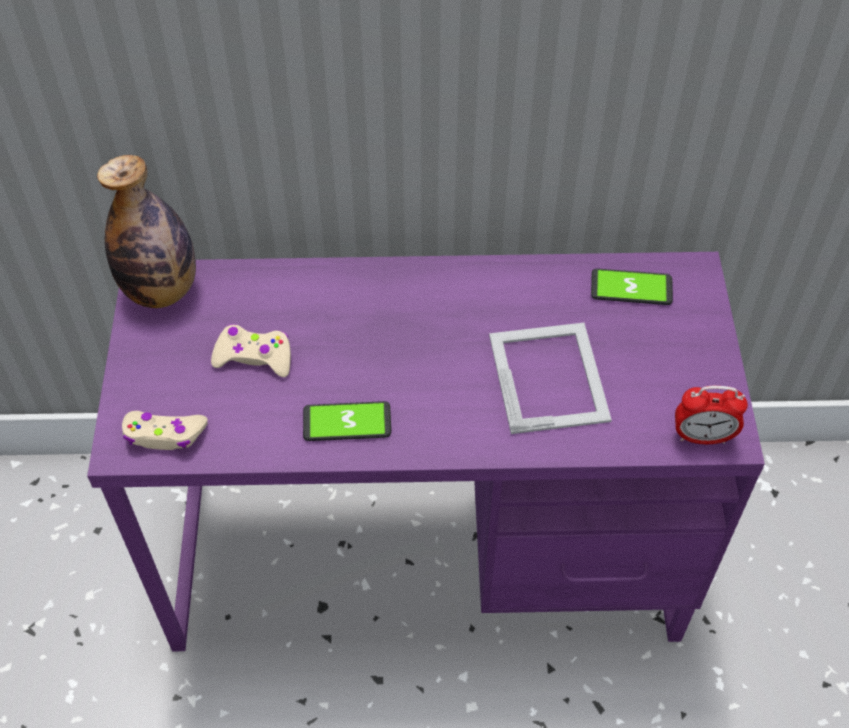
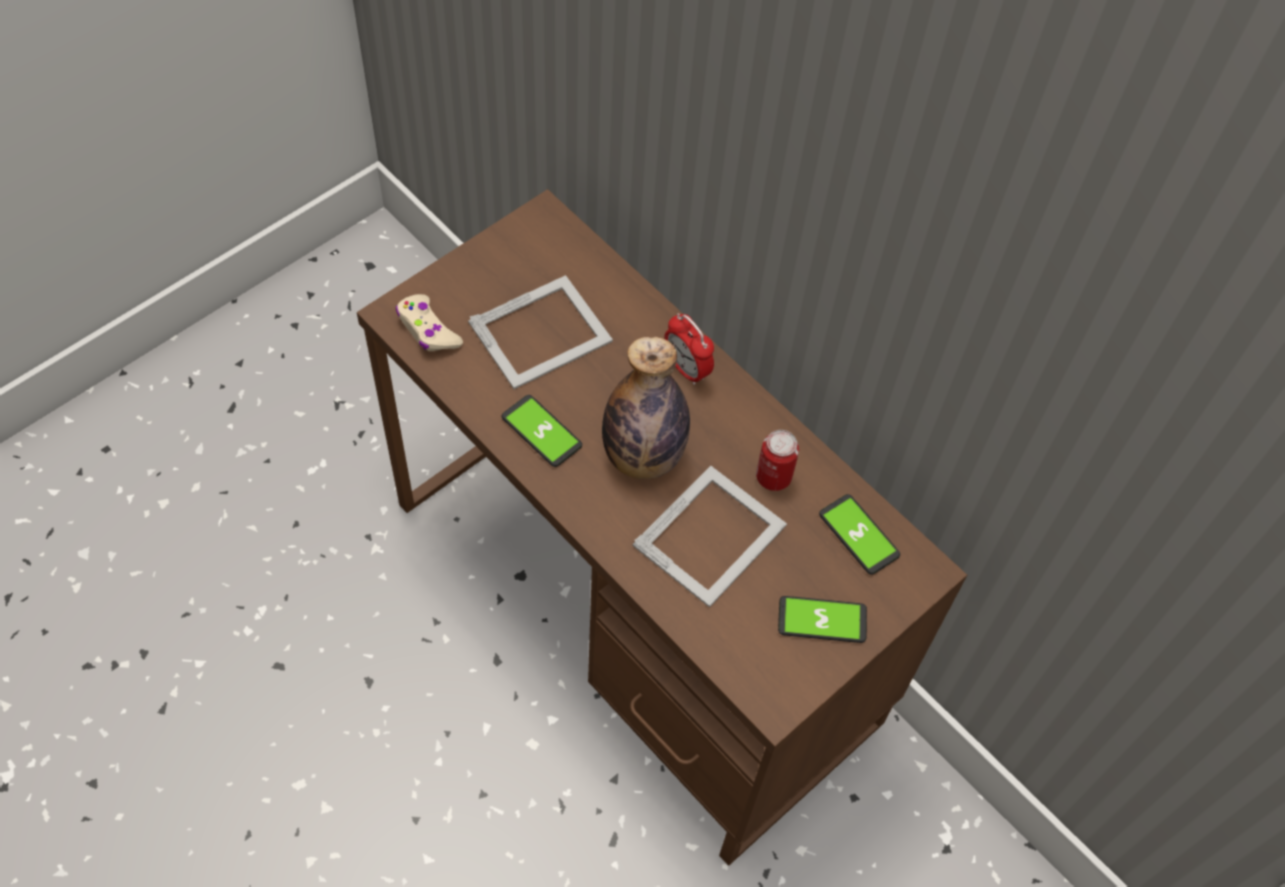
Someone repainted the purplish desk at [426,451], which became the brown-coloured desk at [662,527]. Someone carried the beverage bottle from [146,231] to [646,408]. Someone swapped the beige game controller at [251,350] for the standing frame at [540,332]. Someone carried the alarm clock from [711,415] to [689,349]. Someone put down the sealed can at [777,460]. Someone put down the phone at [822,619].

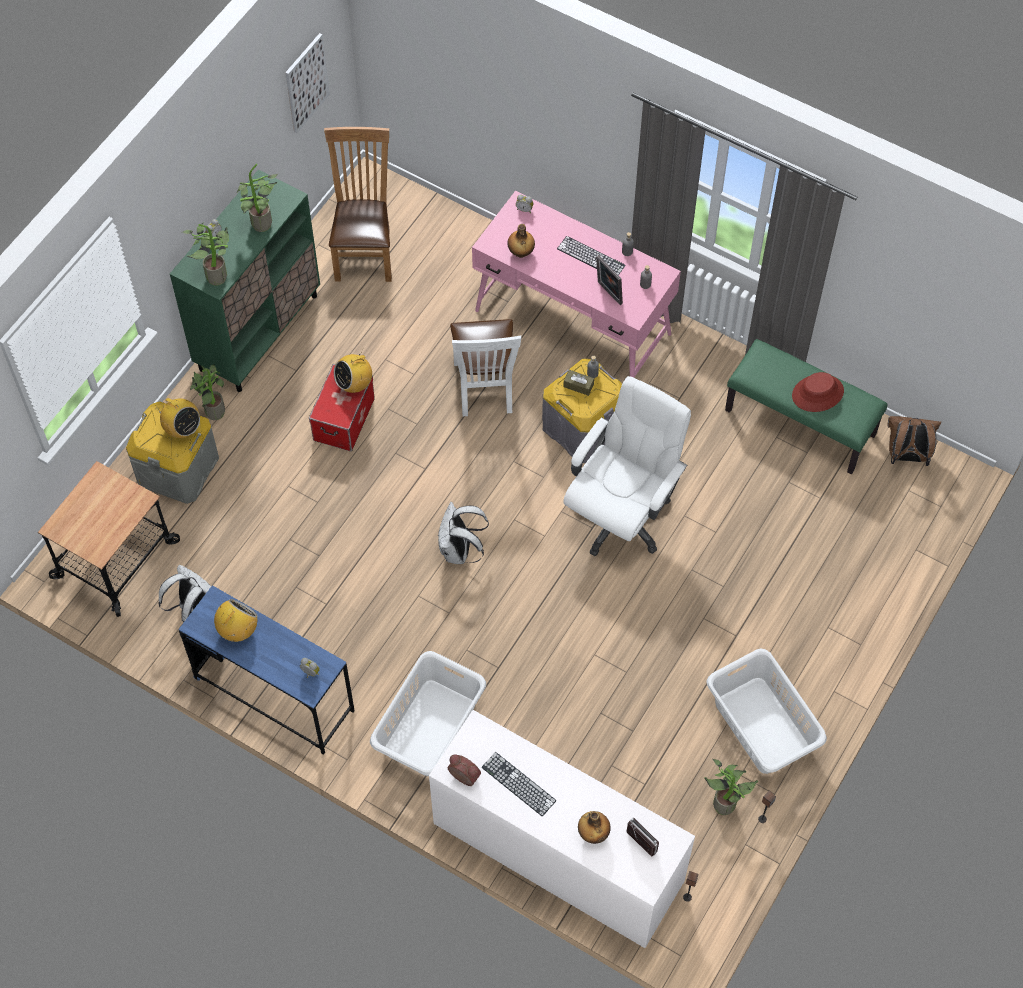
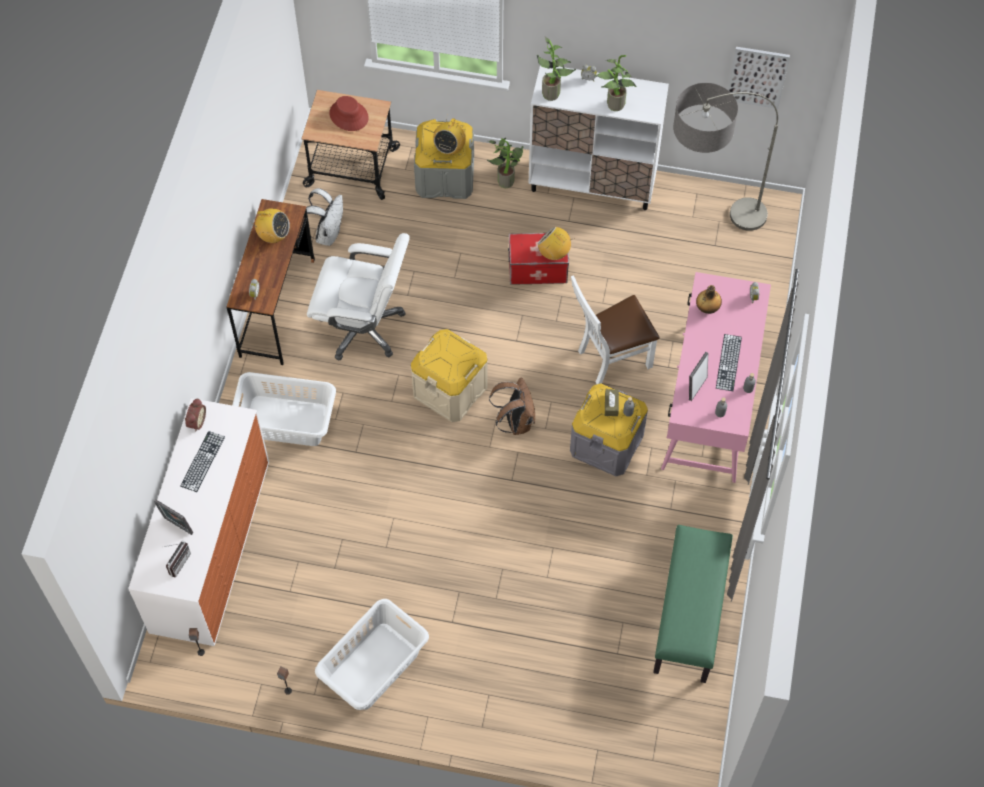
Someone repainted the greenish storage cabinet at [245,280], which became the white-coloured storage cabinet at [598,138]. Someone repainted the bluish desk at [267,670], which became the brown-coloured desk at [271,282]. Someone swapped the brown-coloured plain chair at [358,204] for the standing lamp at [725,157]. Someone swapped the white-coloured knapsack at [463,533] for the beige storage container at [449,375]. Someone carried the white-coloured desk chair from [627,466] to [358,296]. Someone swapped the beverage bottle at [594,827] for the standing frame at [173,517]. Someone took away the plant in a pot at [731,786]. Someone carried the reddish hat from [818,392] to [349,113]. Someone carried the brown-coloured knapsack from [914,441] to [512,406].

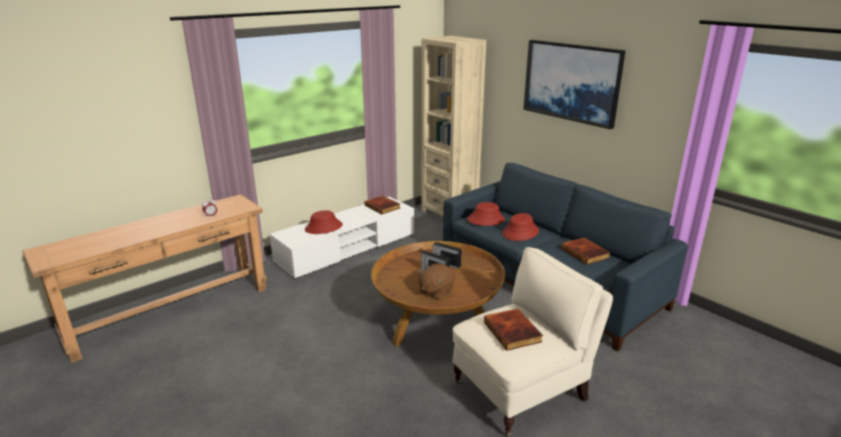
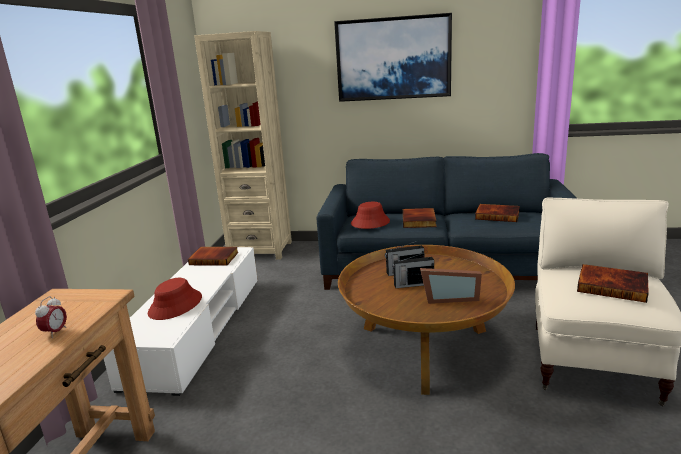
Someone swapped the brown-coloured plush toy at [436,281] for the standing frame at [451,286]. Someone swapped the reddish hat at [520,227] for the book at [420,218].

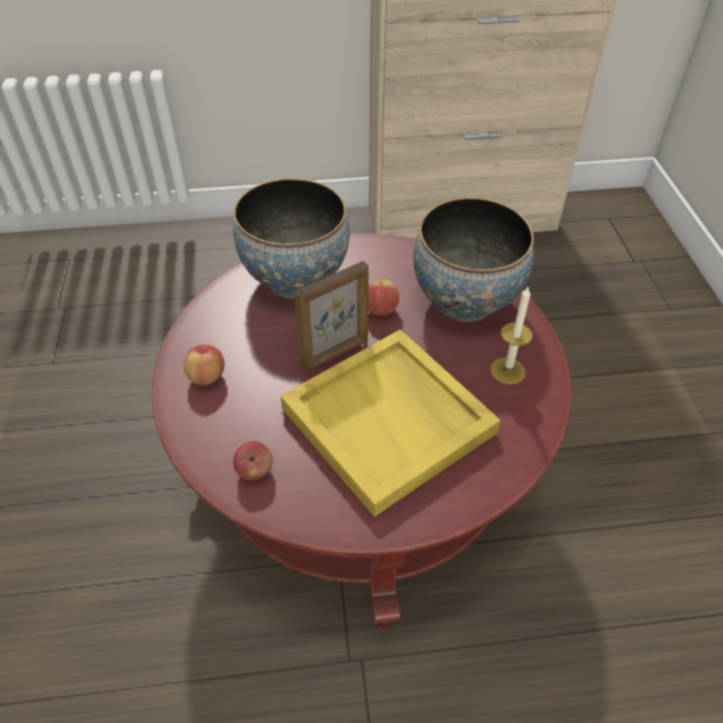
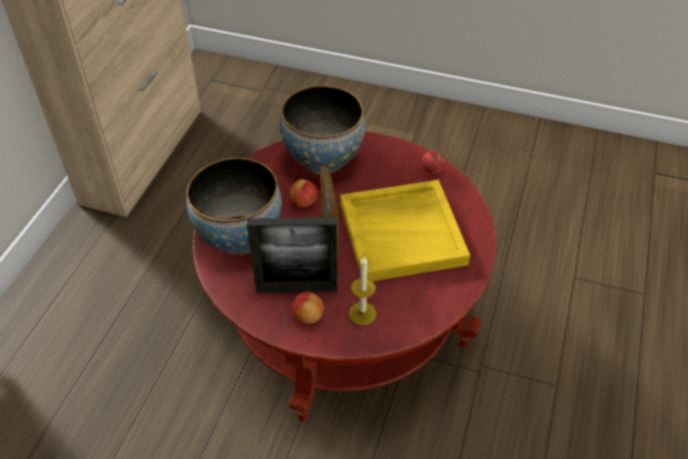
Someone carried the whole apple from [253,460] to [433,162]. Someone carried the candle from [511,336] to [363,290]. Someone put down the standing frame at [292,255].

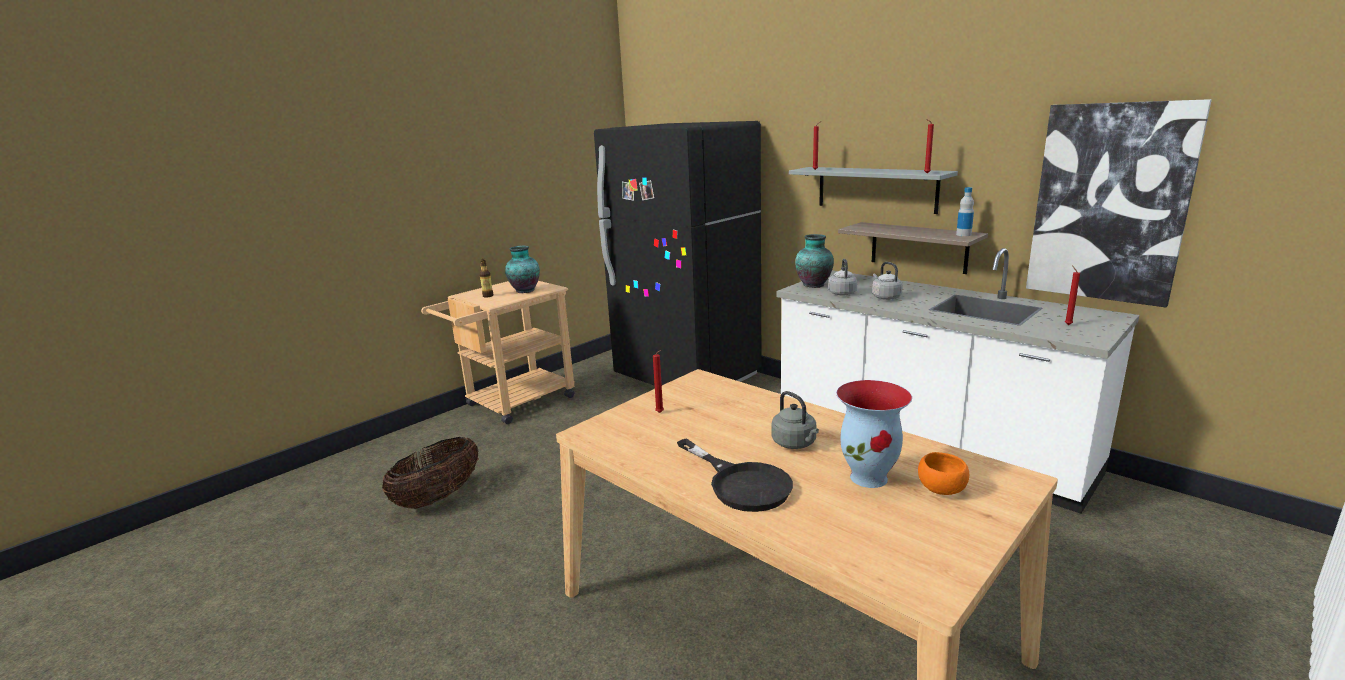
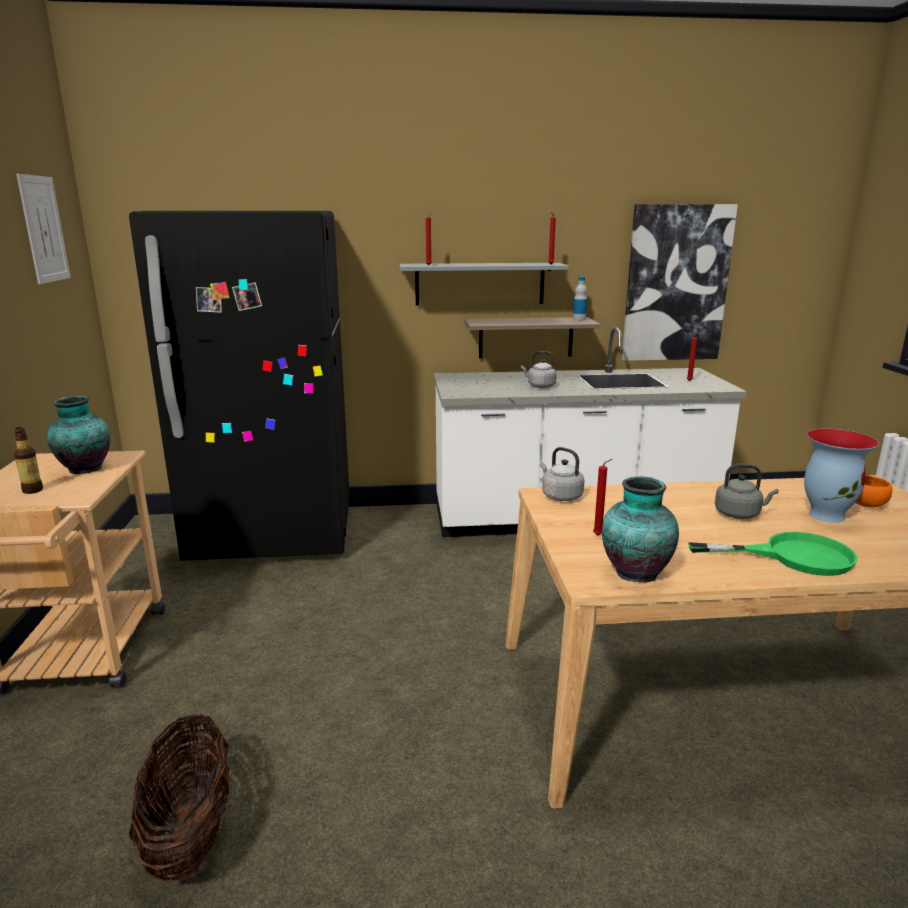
Someone repainted the black frying pan at [735,475], which became the greenish frying pan at [773,554]. Someone carried the vase from [814,261] to [640,529]. Someone carried the gray water kettle from [842,277] to [562,474]. Someone put up the wall picture at [43,229].

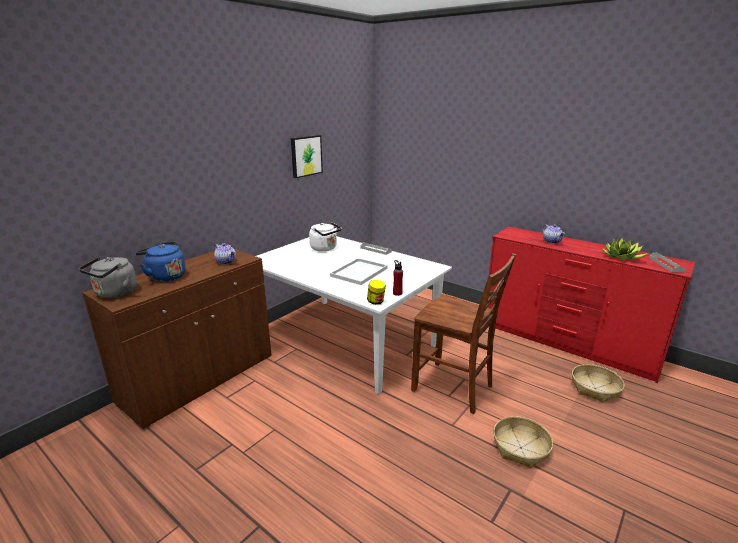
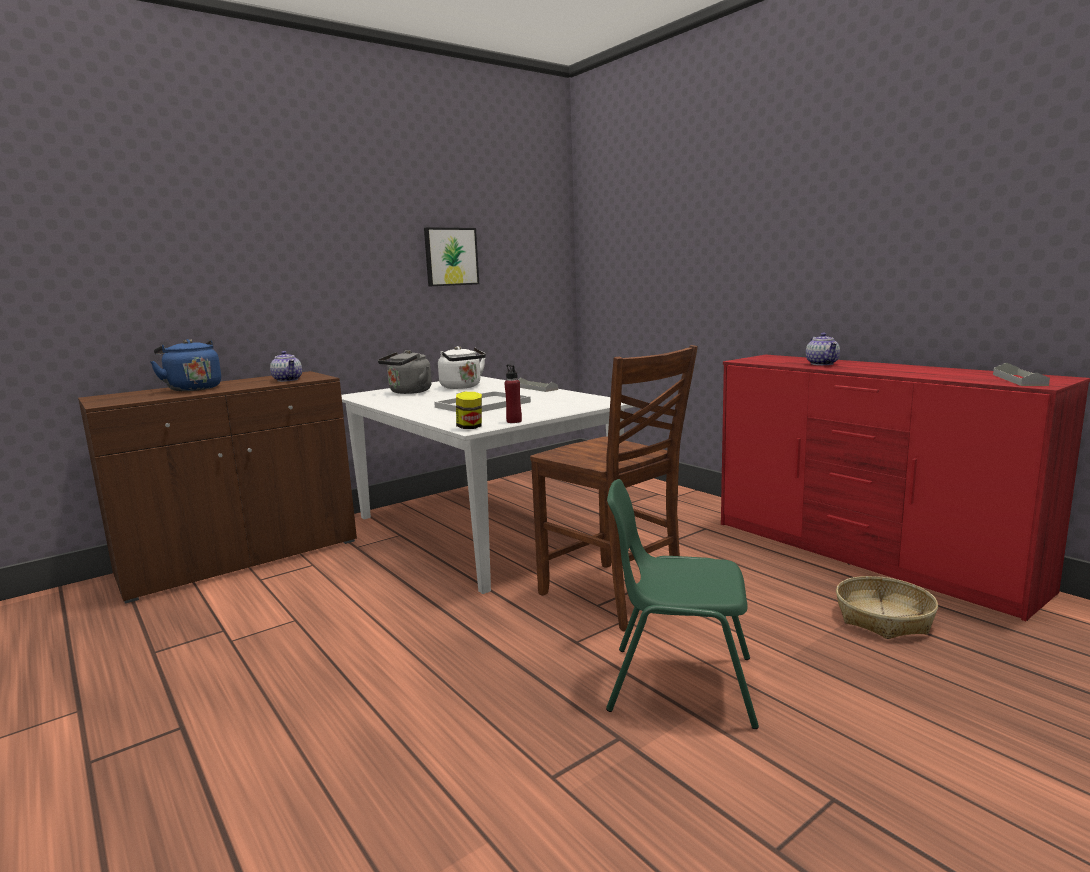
Someone carried the gray water kettle from [108,277] to [405,372]. Someone swapped the household basket at [523,442] for the greenish plain chair at [682,604]. Someone took away the plant in a pot at [625,249].

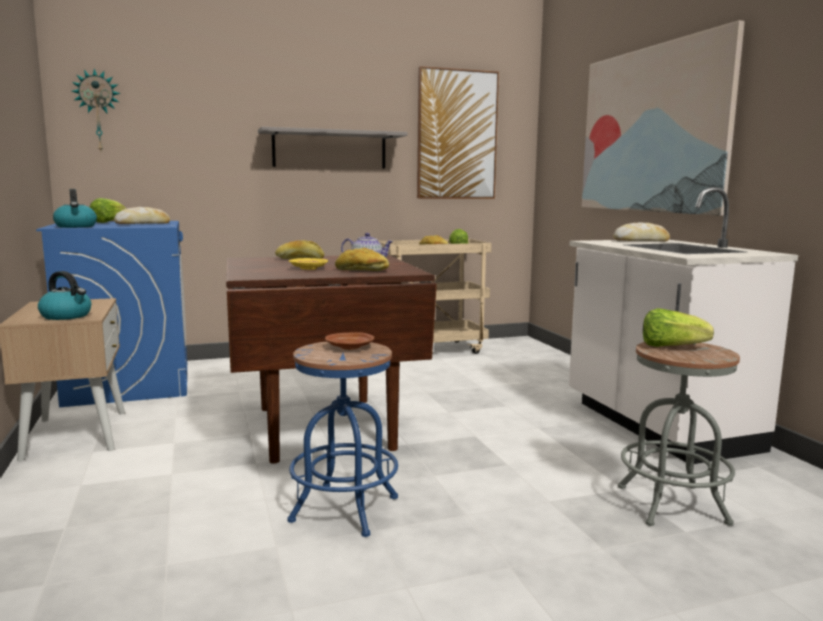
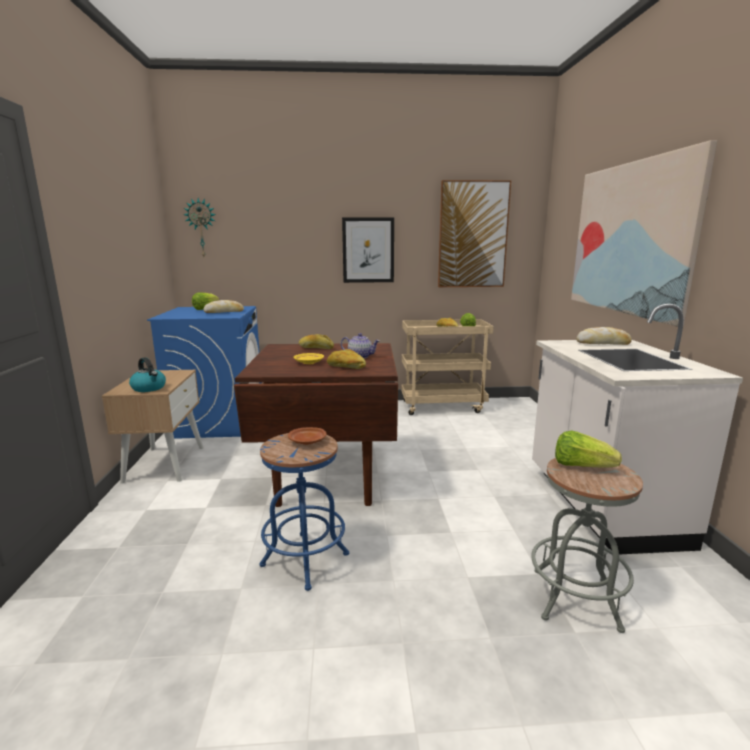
Someone took away the water kettle at [75,208]. Someone swapped the gray bracket shelf at [332,148] for the wall picture at [368,250].

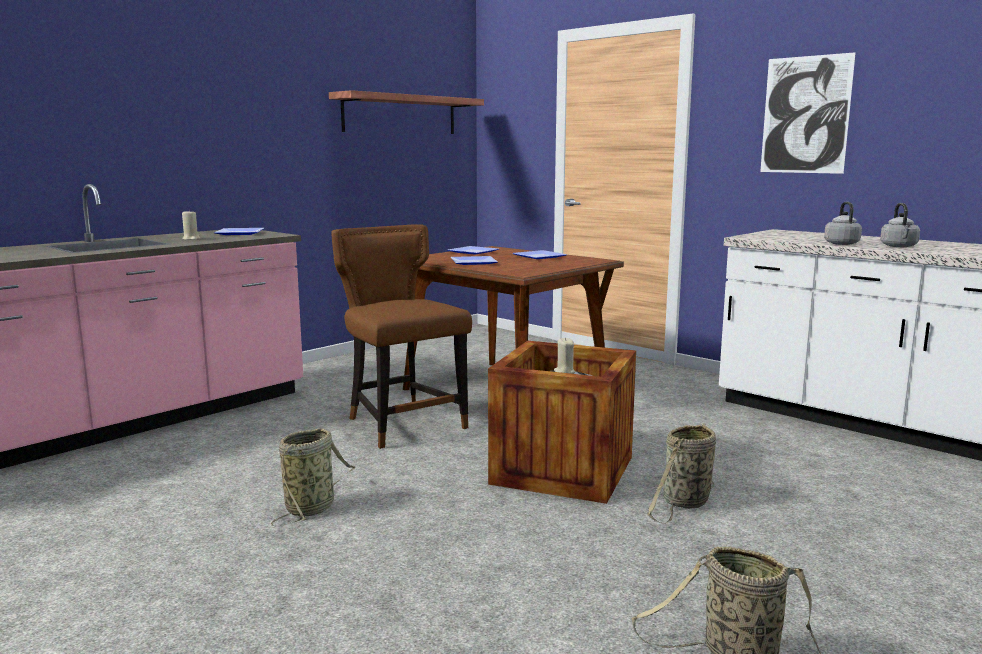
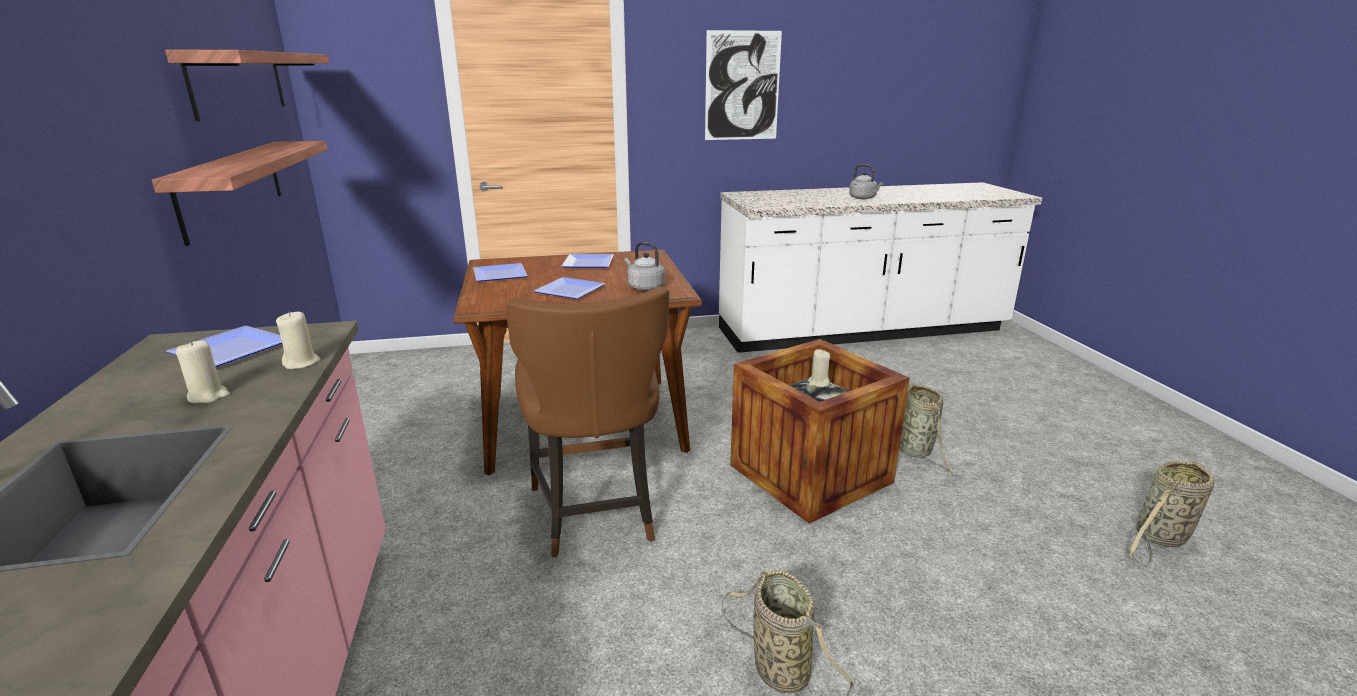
Someone rotated the brown-coloured plain chair at [401,336] by 105 degrees counterclockwise. Someone carried the gray water kettle from [843,223] to [645,266]. Someone put up the bracket shelf at [240,193]. Someone put down the beige candle at [298,340].

